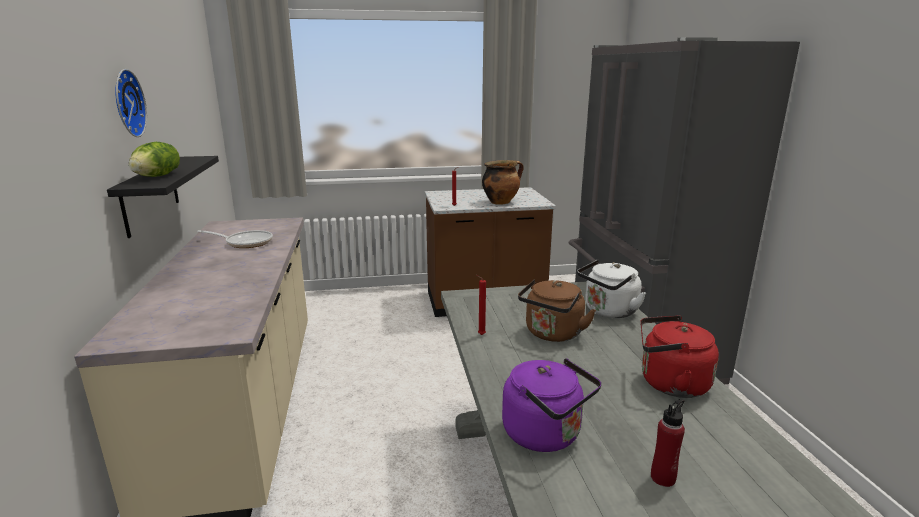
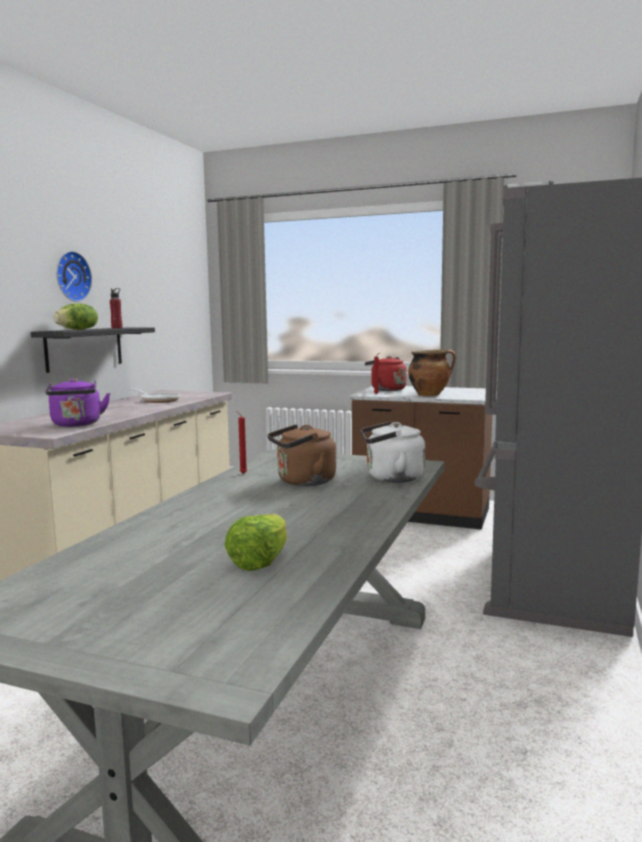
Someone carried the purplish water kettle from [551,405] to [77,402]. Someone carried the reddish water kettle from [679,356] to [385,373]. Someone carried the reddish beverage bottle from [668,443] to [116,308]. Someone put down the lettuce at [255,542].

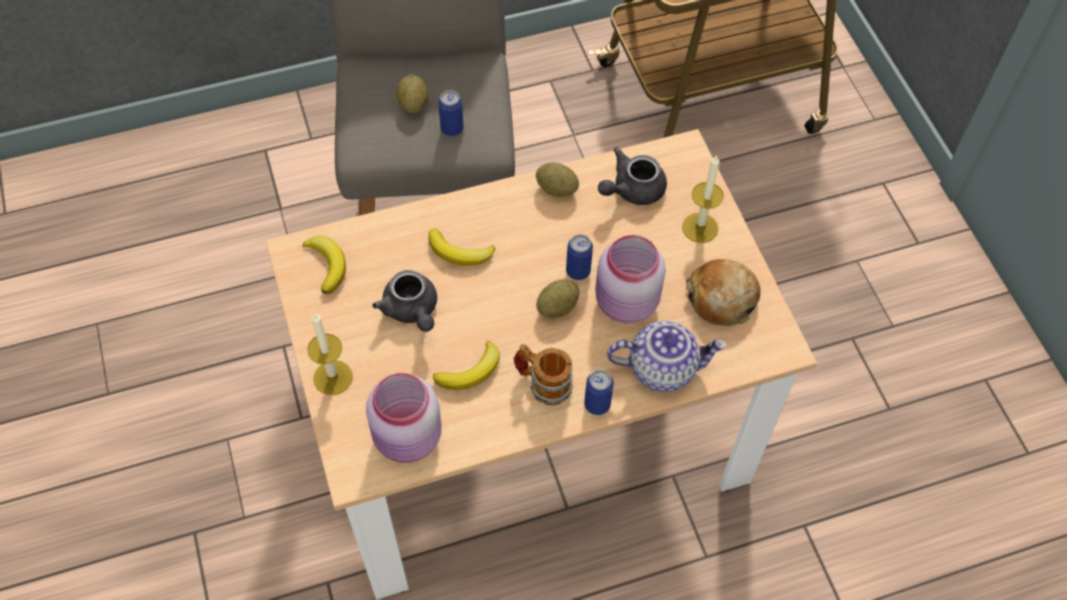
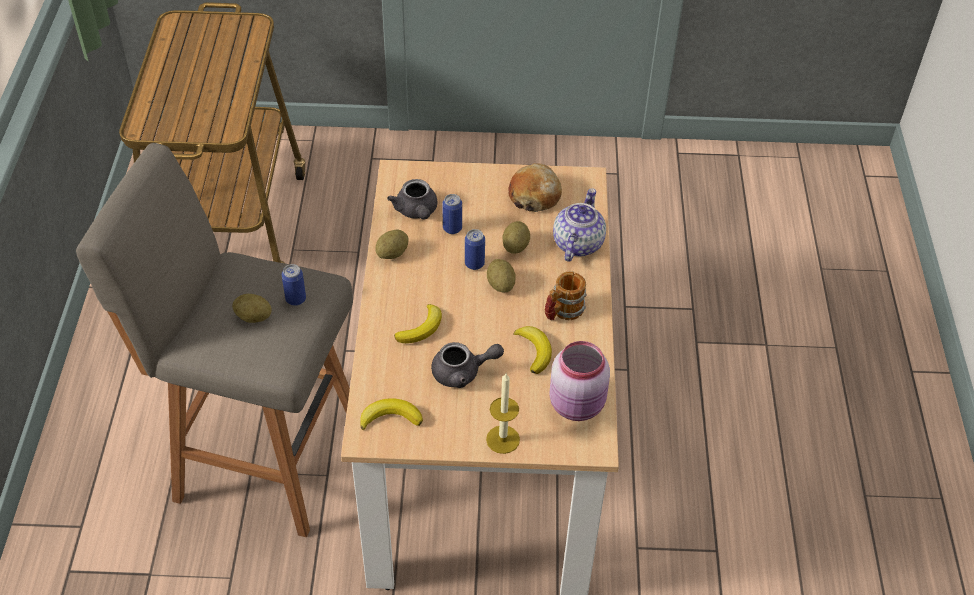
Someone carried the sealed can from [599,392] to [452,214]. Someone swapped the pinkish storage jar at [630,279] for the spud at [516,237]. Someone took away the candle at [703,199].

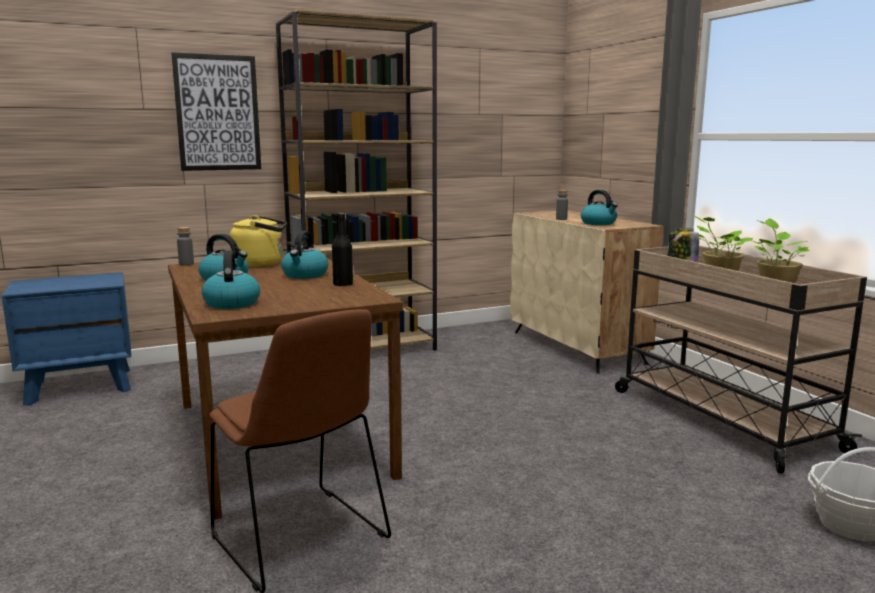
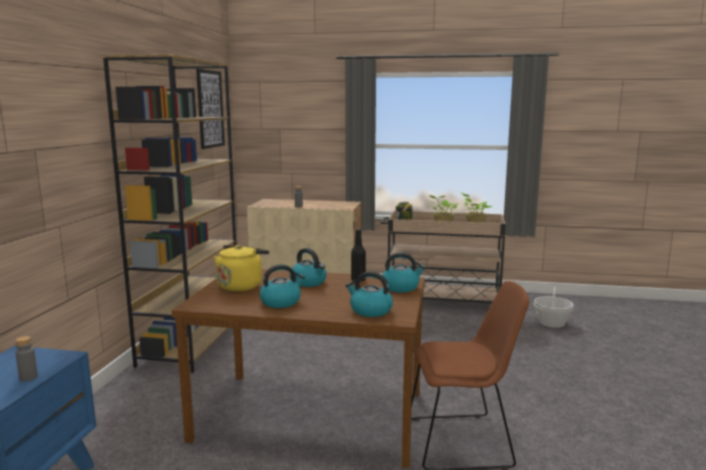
Someone carried the wall picture from [216,111] to [210,109]. Someone carried the gray beverage bottle from [185,246] to [26,359]. Someone carried the water kettle from [599,207] to [403,273].

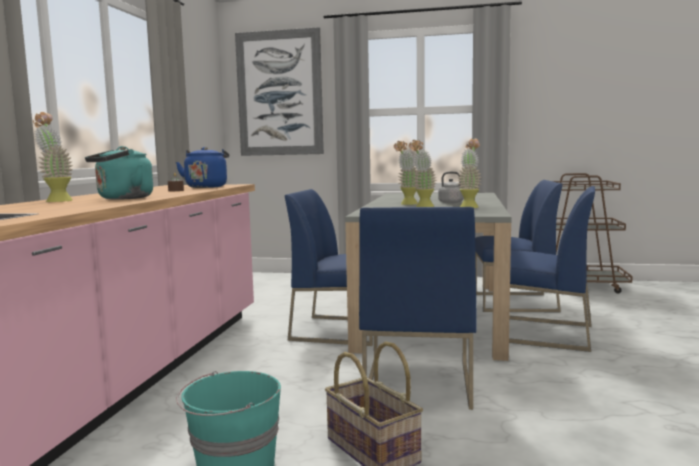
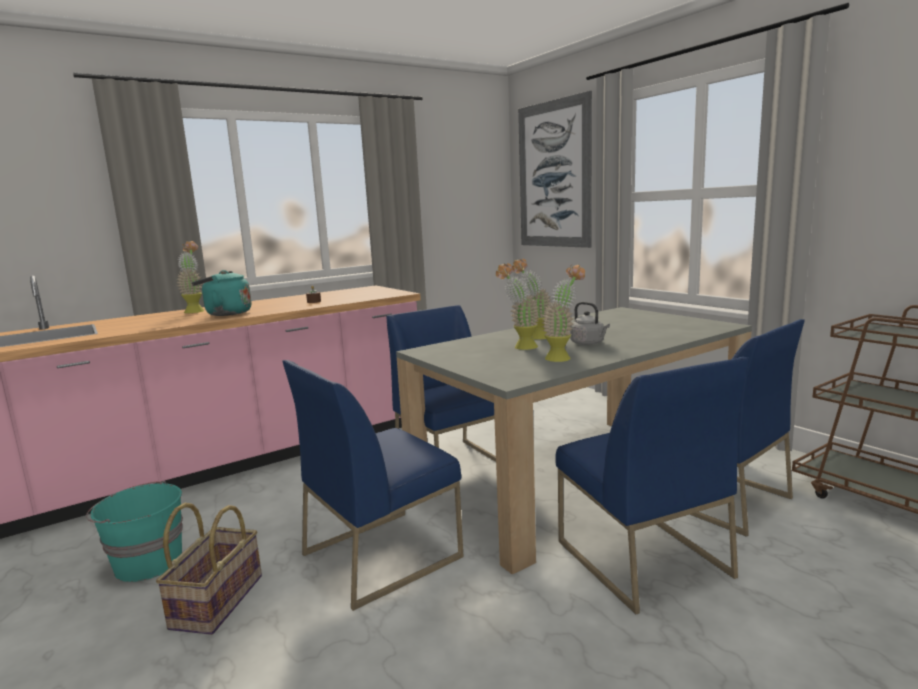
Someone took away the bluish water kettle at [202,167].

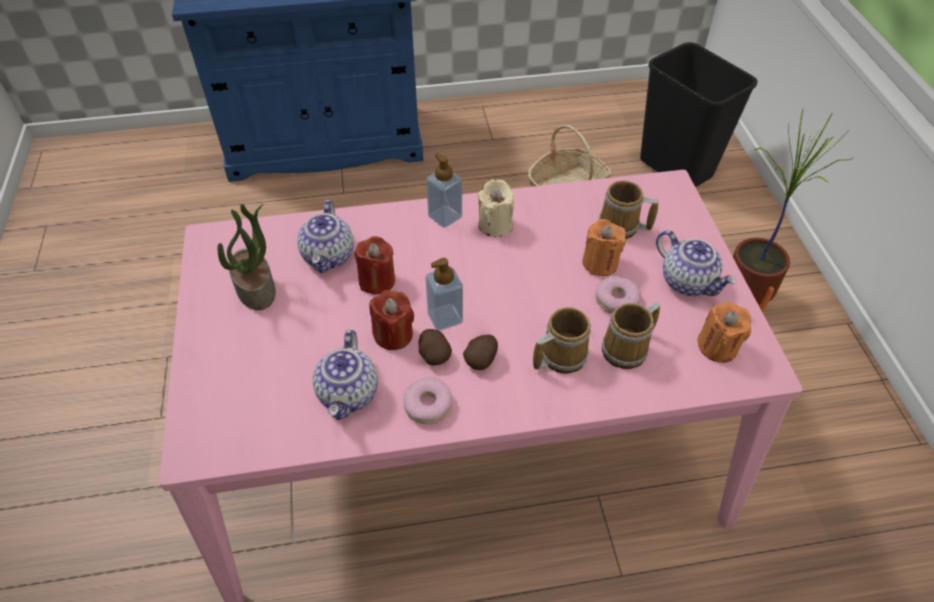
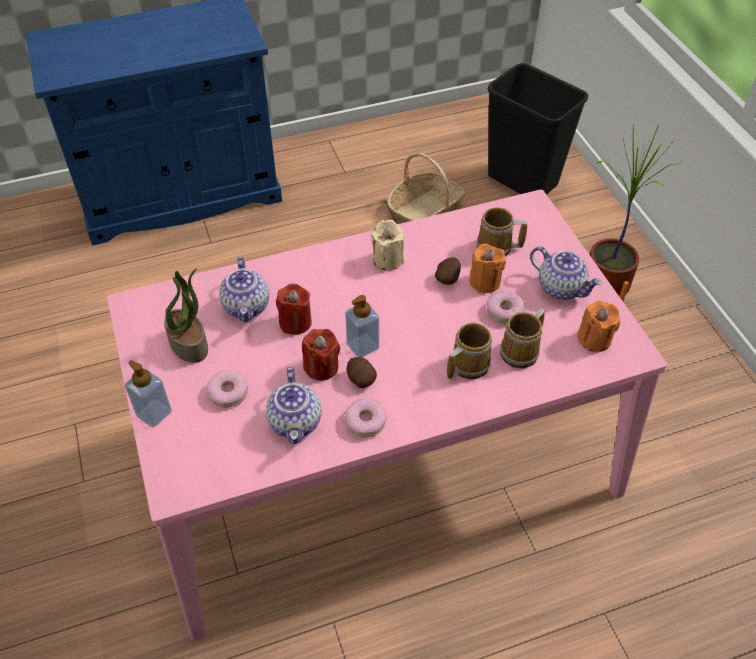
Someone carried the soap dispenser from [444,190] to [148,393]. Someone carried the spud from [480,352] to [448,271]. Someone put down the doughnut at [227,389].

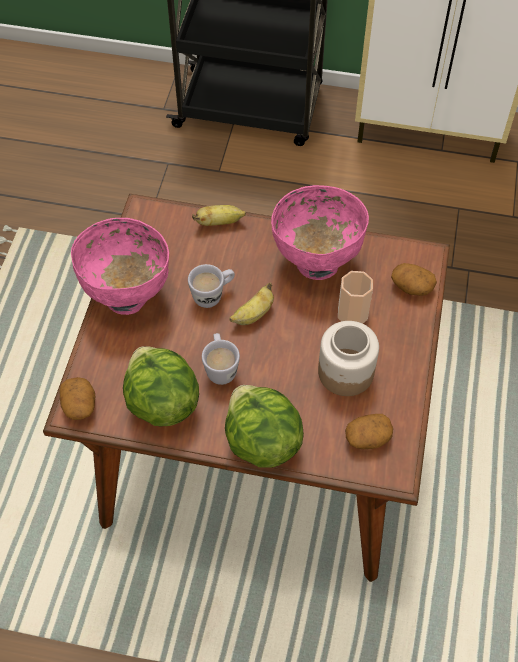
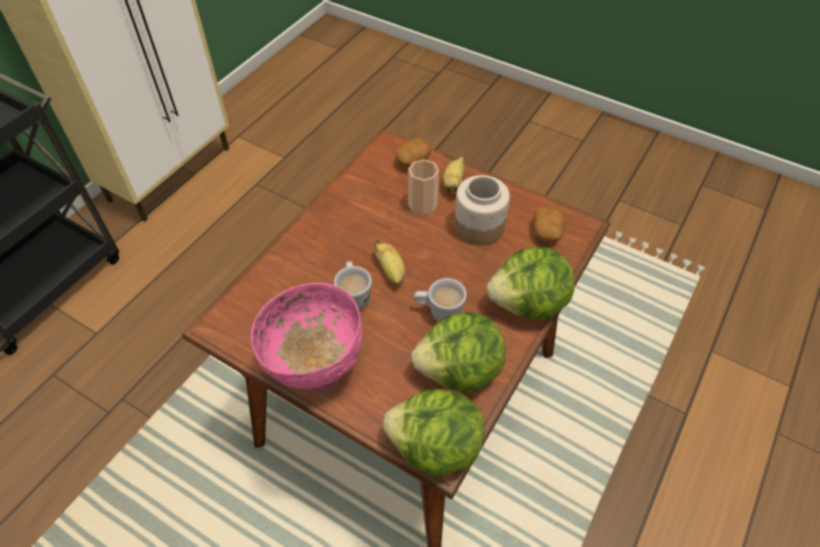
Someone swapped the spud at [77,398] for the lettuce at [434,433]. Someone carried the banana fruit from [219,215] to [453,175]. Someone took away the pinkish bowl at [320,232].

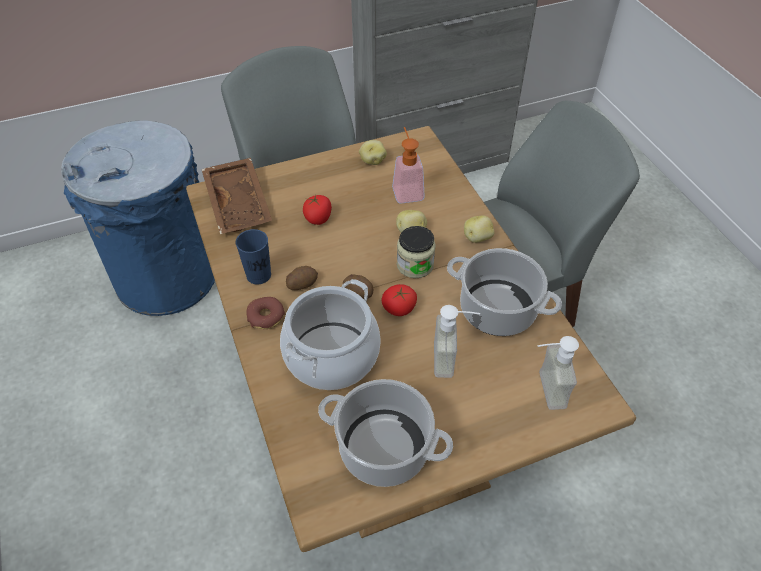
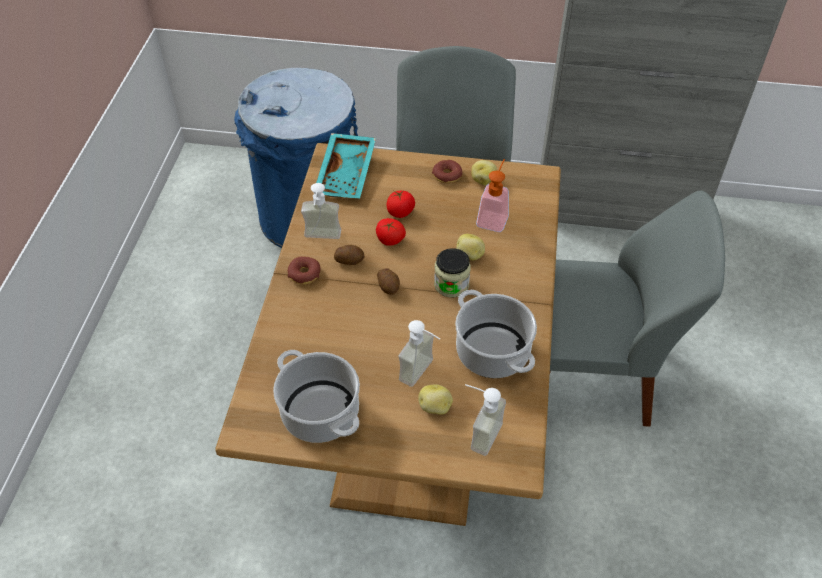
Someone repainted the brown-coloured serving tray at [236,196], which became the blue-green serving tray at [344,165]. Someone swapped the bluish cup at [253,256] for the soap dispenser at [321,211]. Someone took away the cooking pot at [330,334]. Someone carried the whole tomato from [399,300] to [391,232]. Someone carried the spud from [479,229] to [435,399]. Someone put down the doughnut at [447,171].

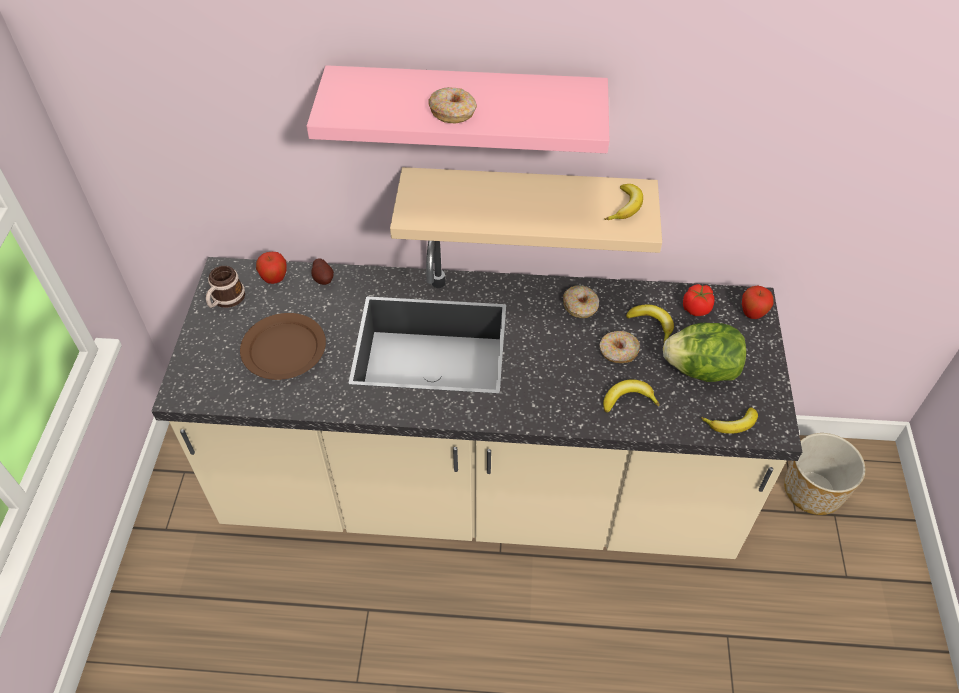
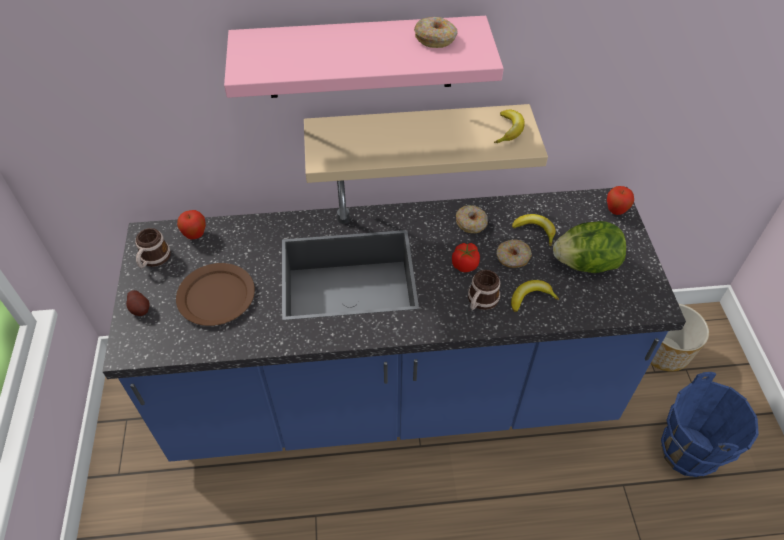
Someone repainted the beige kitchen counter at [477,400], which became the bluish kitchen counter at [394,321]. Someone carried the spud from [322,271] to [137,303]. Someone carried the doughnut from [453,105] to [436,32]. Someone carried the whole tomato from [698,300] to [466,257]. Someone took away the banana fruit at [729,420]. Someone put down the mug at [484,290]. Someone put down the bluish pail at [710,424].

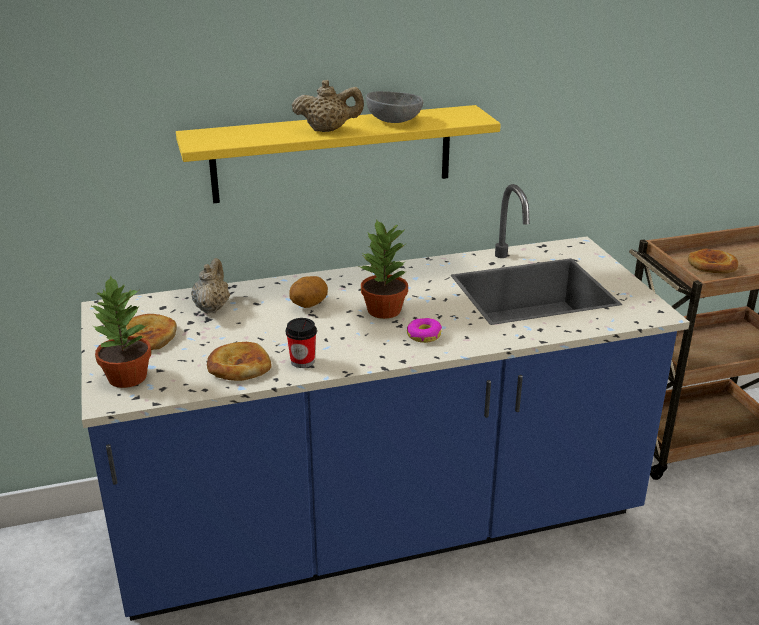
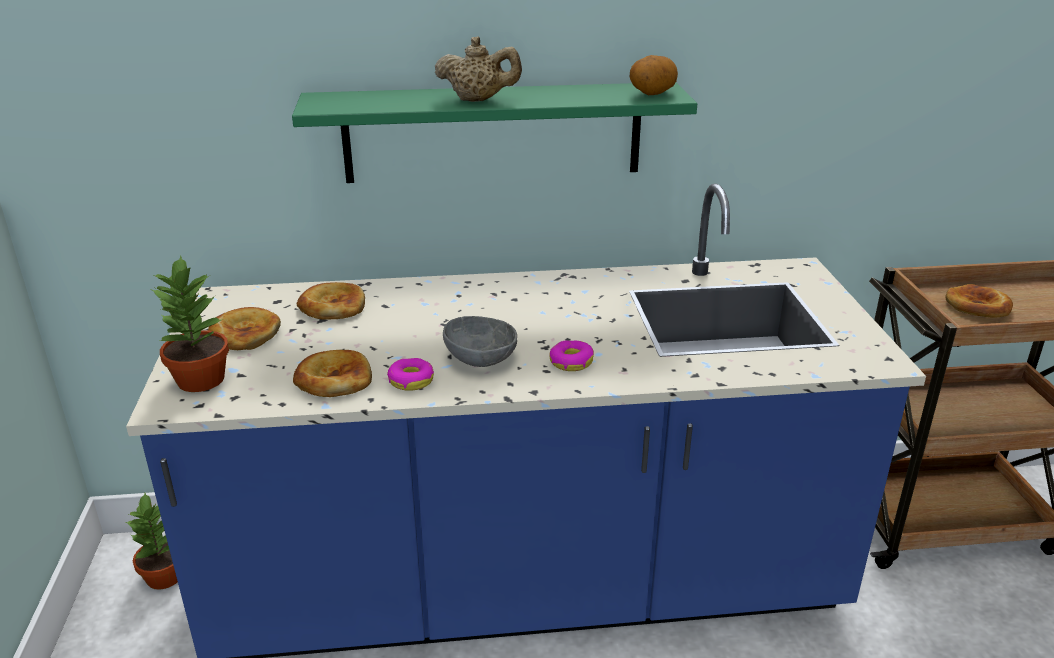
Someone repainted the yellowish bracket shelf at [338,154], which became the greenish bracket shelf at [494,132]. Someone swapped the beige pot for tea at [210,285] for the bread at [331,301]. Someone swapped the cup at [301,343] for the doughnut at [410,374]. Someone carried the spud from [308,292] to [654,75]. Someone carried the plant in a pot from [383,269] to [151,541]. Someone carried the gray bowl from [394,107] to [480,341].

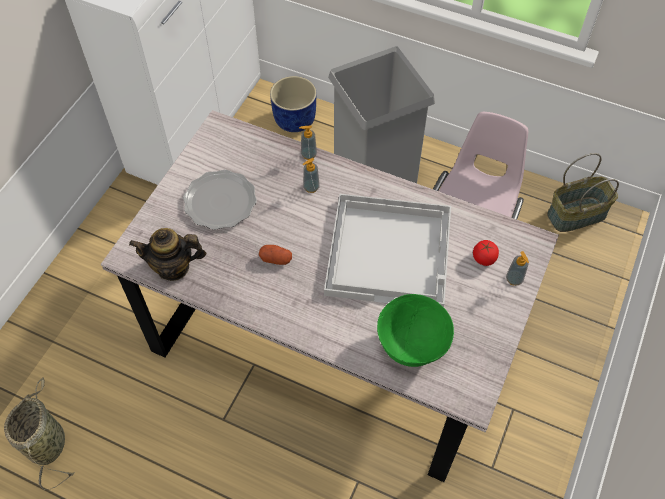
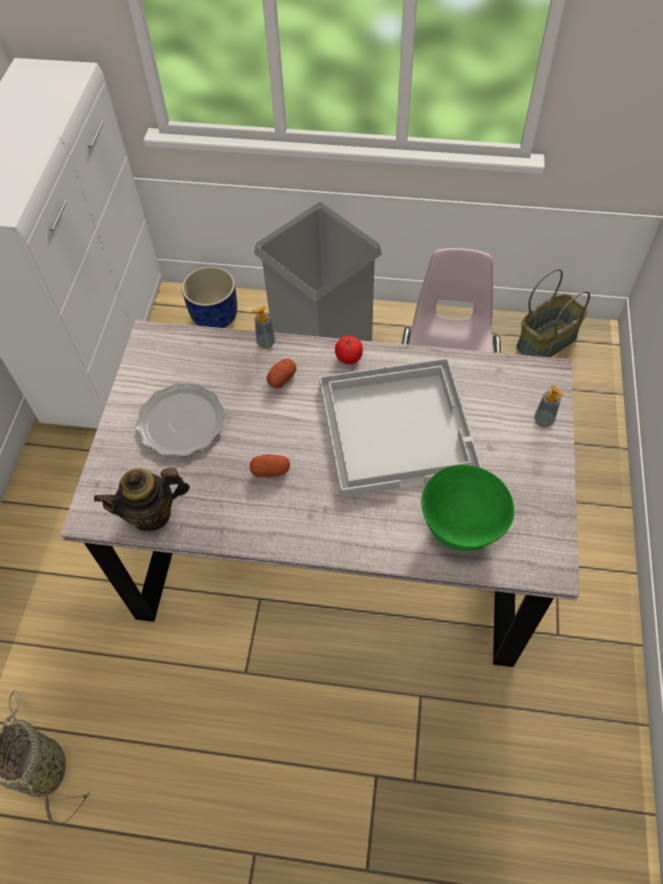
Someone swapped the soap dispenser at [311,175] for the spud at [281,373]. Someone carried the whole tomato from [486,253] to [349,350].

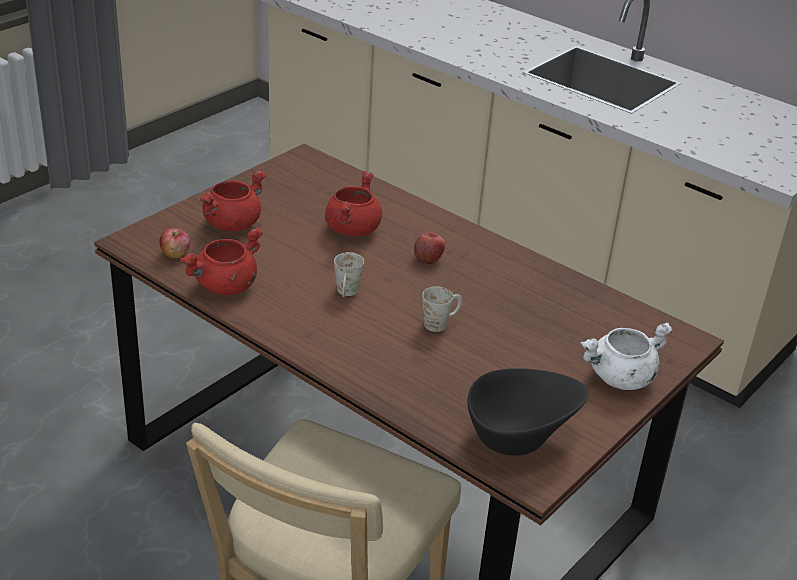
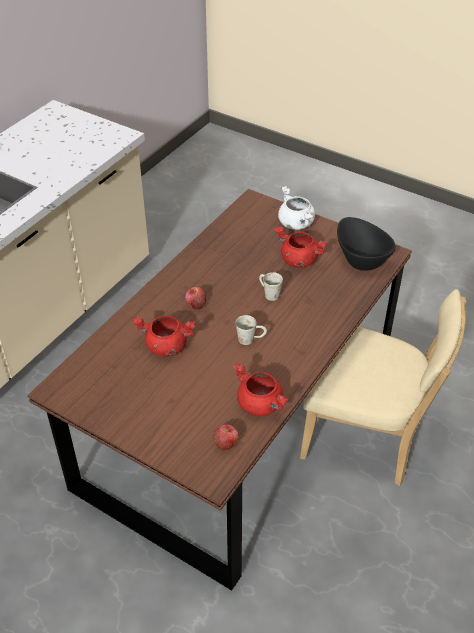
Someone carried the reddish cooking pot from [233,200] to [301,247].

